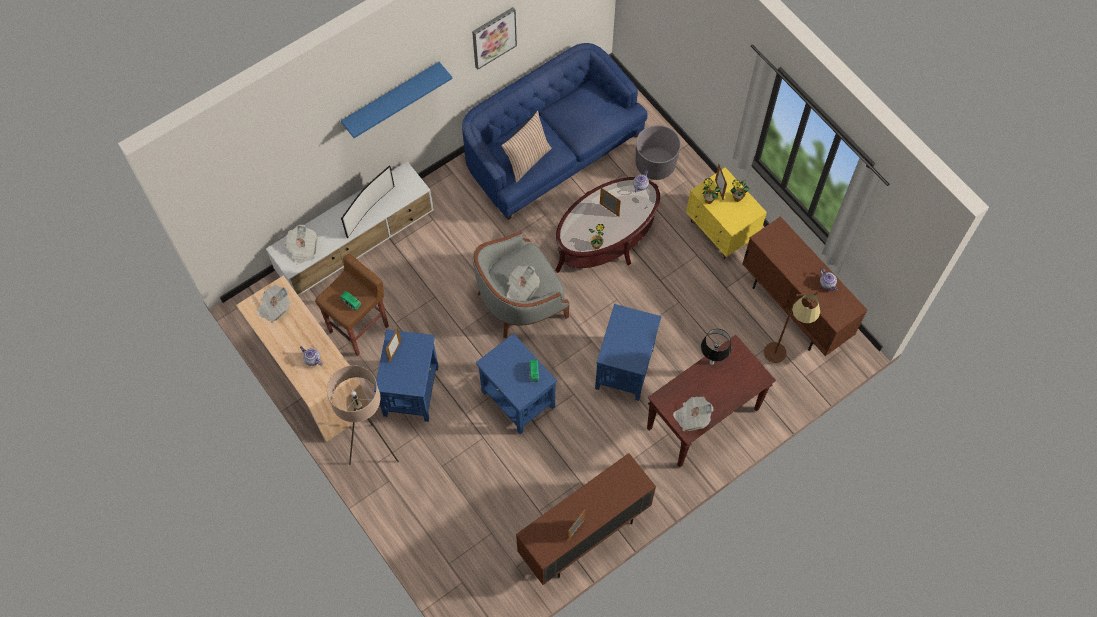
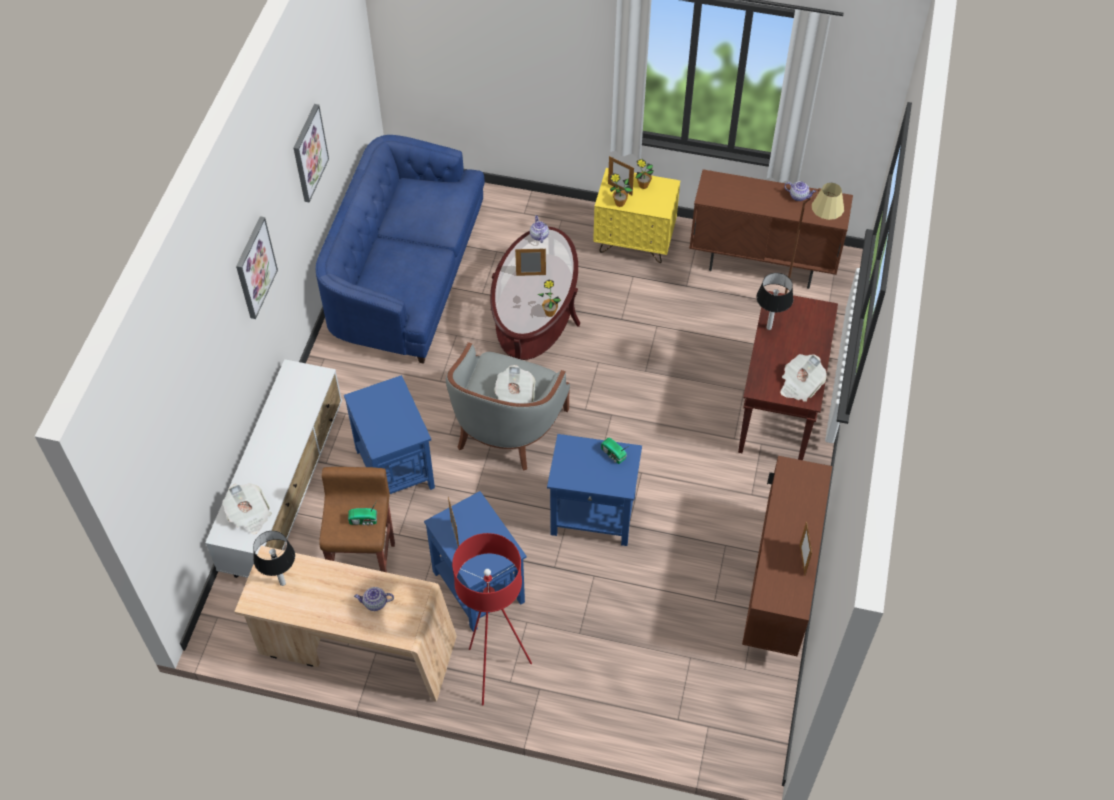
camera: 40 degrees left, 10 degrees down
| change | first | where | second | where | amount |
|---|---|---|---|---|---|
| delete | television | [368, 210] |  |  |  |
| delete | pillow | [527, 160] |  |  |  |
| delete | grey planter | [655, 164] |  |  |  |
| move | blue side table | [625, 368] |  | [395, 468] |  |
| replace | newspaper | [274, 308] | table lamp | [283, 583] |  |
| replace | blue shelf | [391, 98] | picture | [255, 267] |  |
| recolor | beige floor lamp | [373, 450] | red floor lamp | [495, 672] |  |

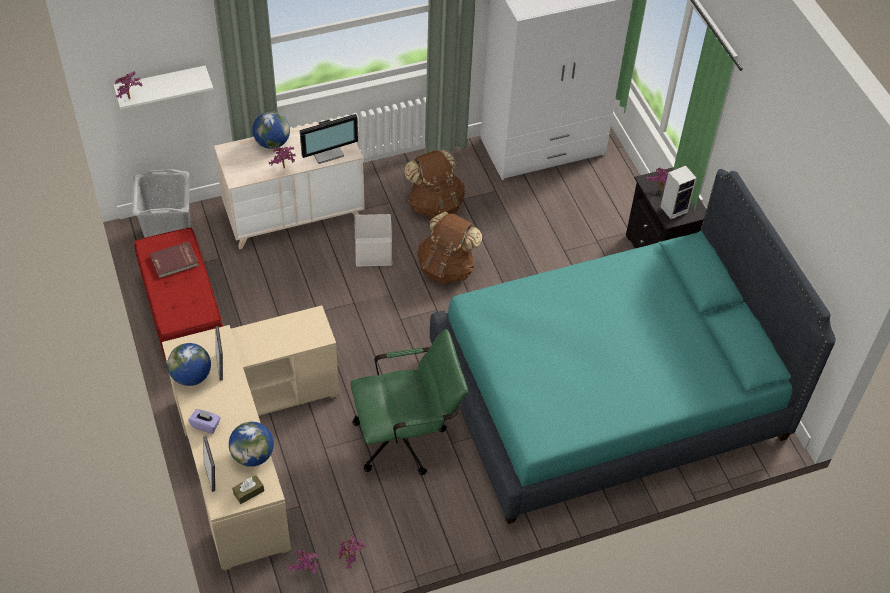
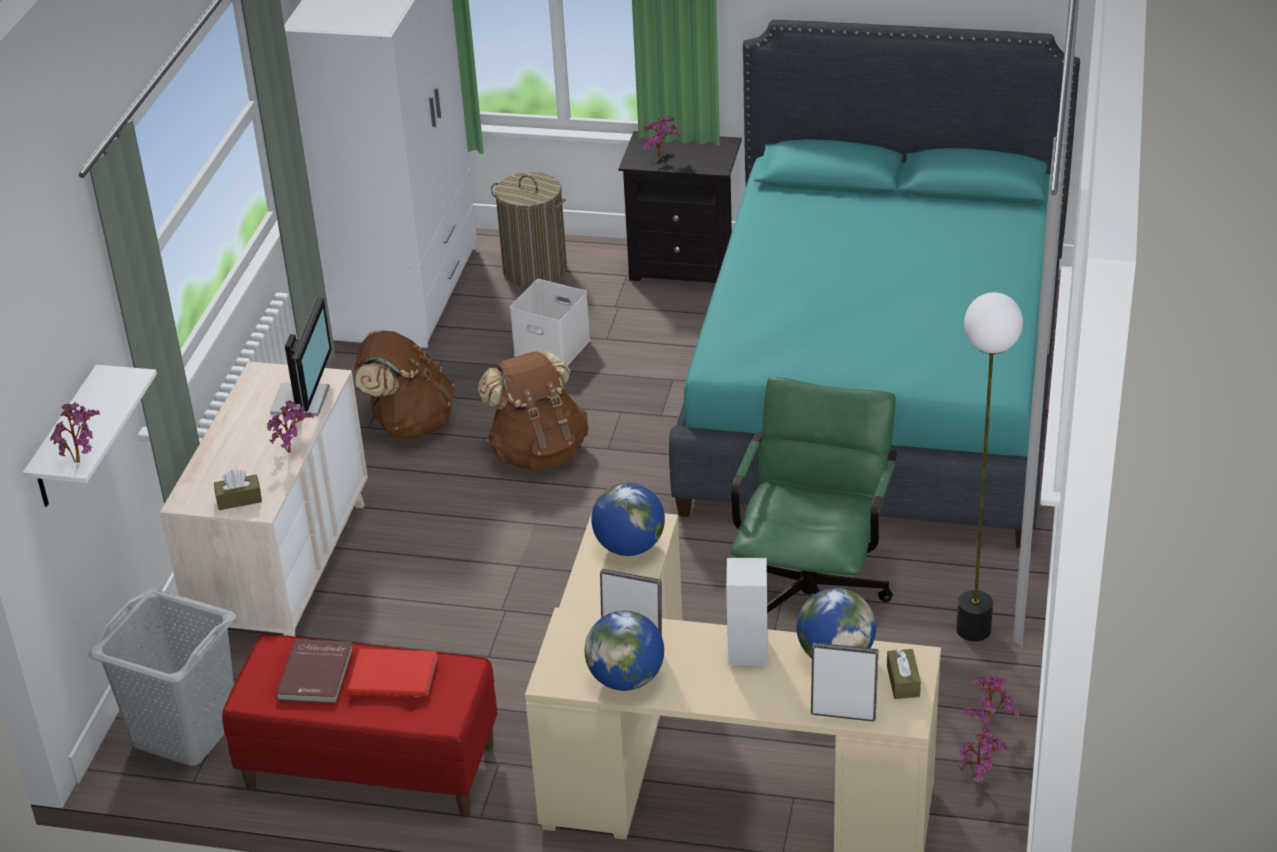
camera: 55 degrees left, 15 degrees down
| change | first | where | second | where | amount |
|---|---|---|---|---|---|
| delete | purple tissue box | [206, 425] |  |  |  |
| insert |  |  | brown tissue box | [239, 499] |  |
| insert |  |  | red book | [394, 676] |  |
| insert |  |  | laundry basket | [534, 270] |  |
| insert |  |  | floor lamp | [974, 629] |  |
| move | globe | [272, 143] |  | [629, 547] |  |
| move | white storage box | [374, 252] |  | [554, 347] |  |
| move | speaker | [674, 209] |  | [747, 649] |  |

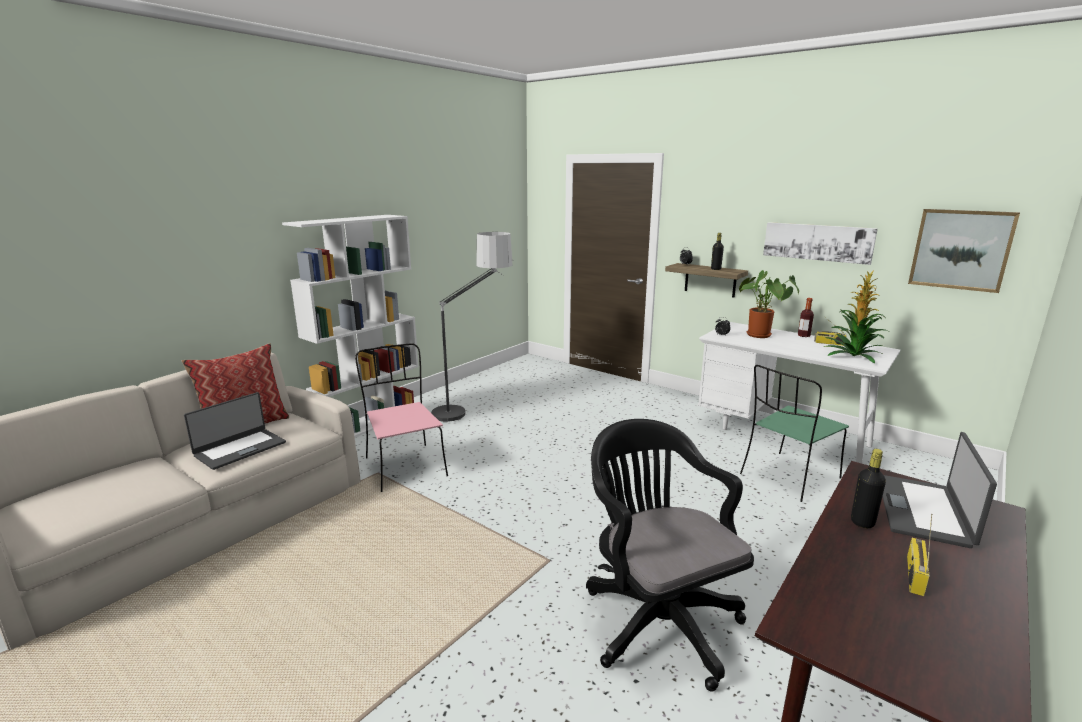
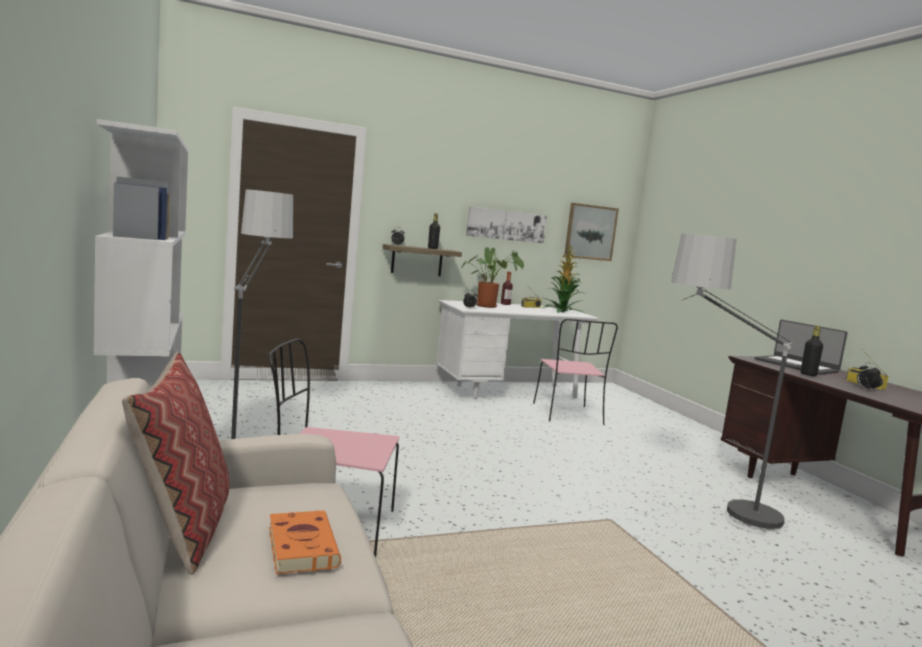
camera: 60 degrees left, 10 degrees down
| change | first | where | second | where | amount |
|---|---|---|---|---|---|
| insert |  |  | alarm clock | [865, 389] |  |
| replace | laptop | [240, 449] | orange book | [301, 545] |  |
| replace | black office chair | [656, 618] | floor lamp | [711, 513] |  |
| recolor | green chair | [788, 477] | pink chair | [568, 414] |  |

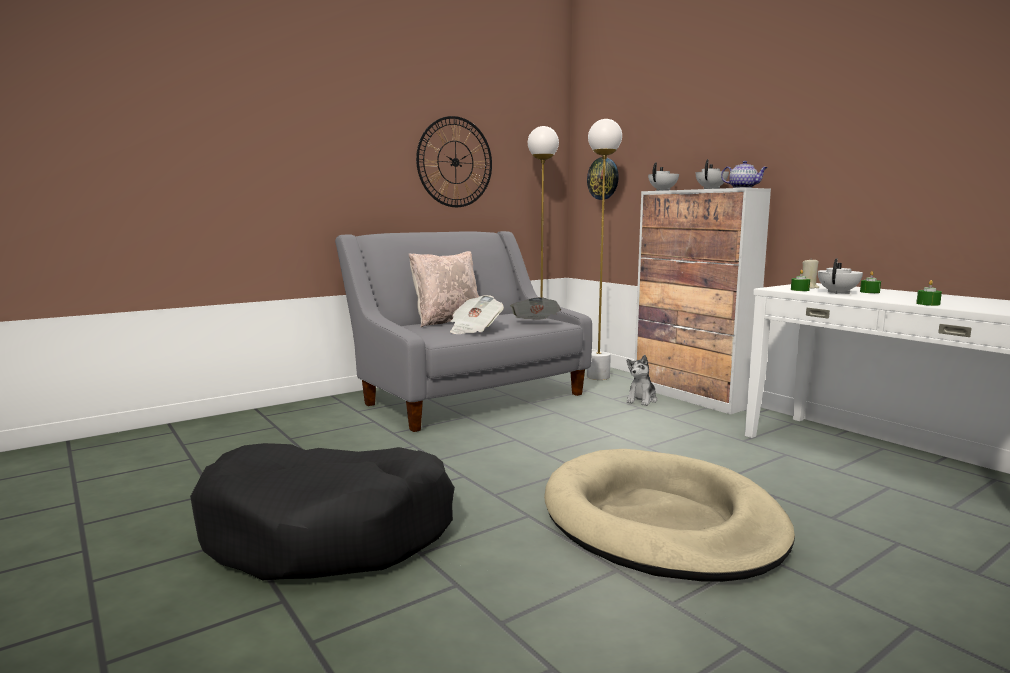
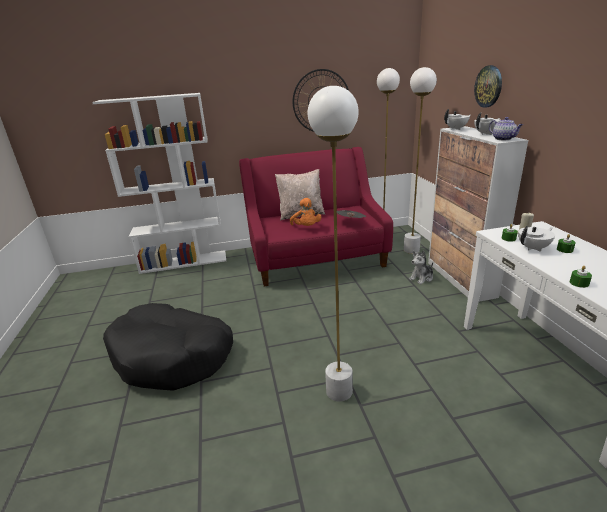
camera: 25 degrees right, 15 degrees up
| change | first | where | second | where | amount |
|---|---|---|---|---|---|
| insert |  |  | white bookcase | [184, 262] |  |
| move | wall clock | [603, 178] |  | [488, 86] |  |
| replace | newspaper | [474, 330] | orange plush toy | [306, 227] |  |
| replace | beige dog bed | [661, 521] | white floor lamp | [339, 392] |  |
| recolor | grey sofa | [468, 396] | red sofa | [316, 258] |  |

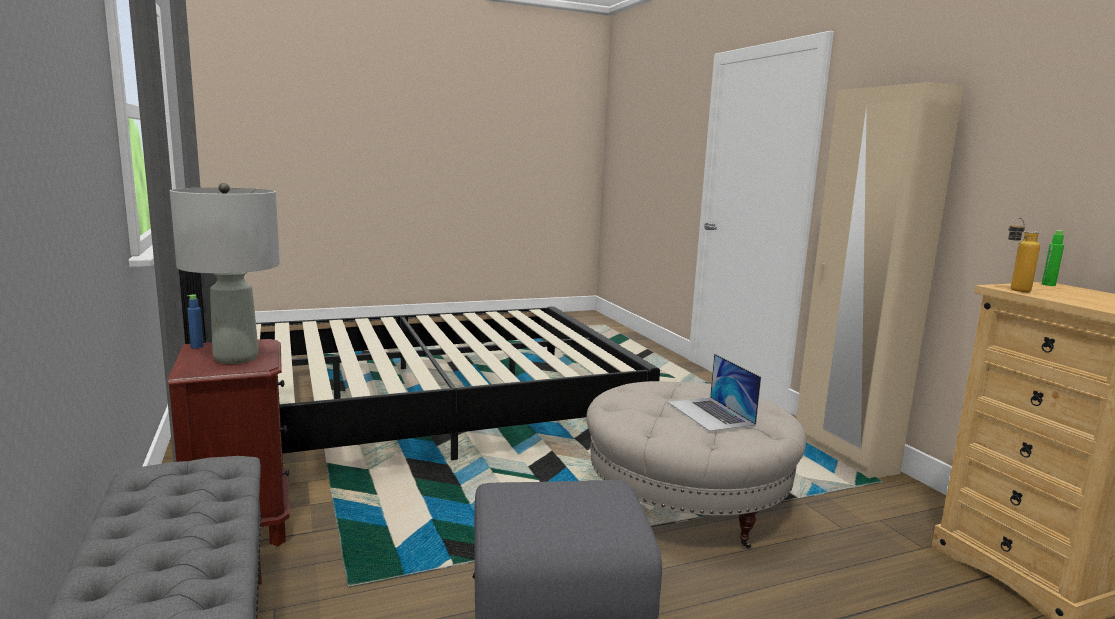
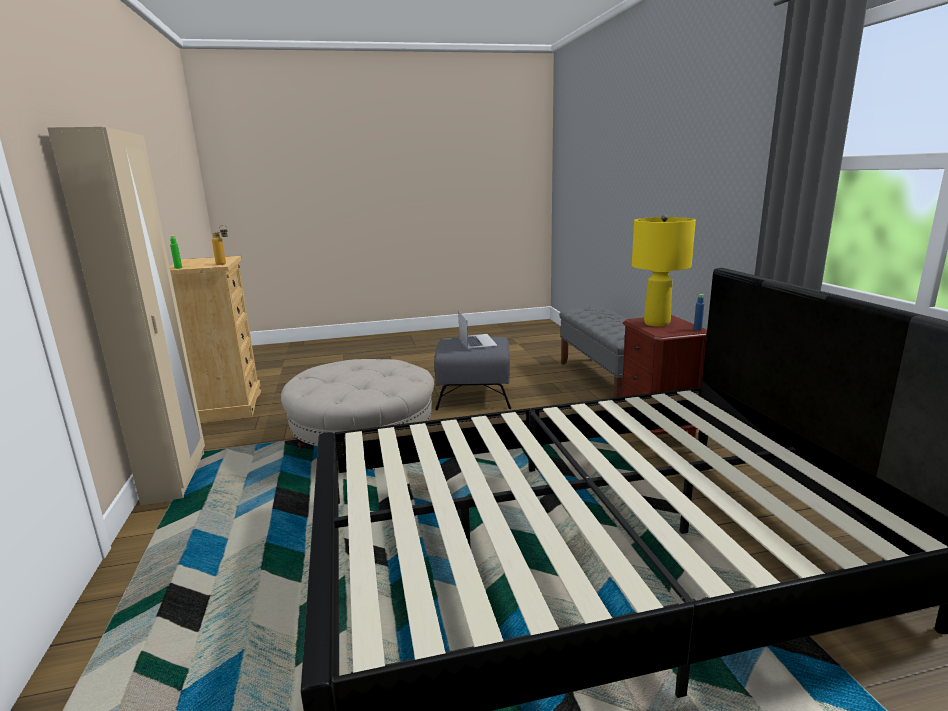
camera: 170 degrees left, 5 degrees up
| change | first | where | second | where | amount |
|---|---|---|---|---|---|
| move | laptop | [710, 413] |  | [477, 341] |  |
| recolor | grey table lamp | [235, 358] | yellow table lamp | [657, 323] |  |

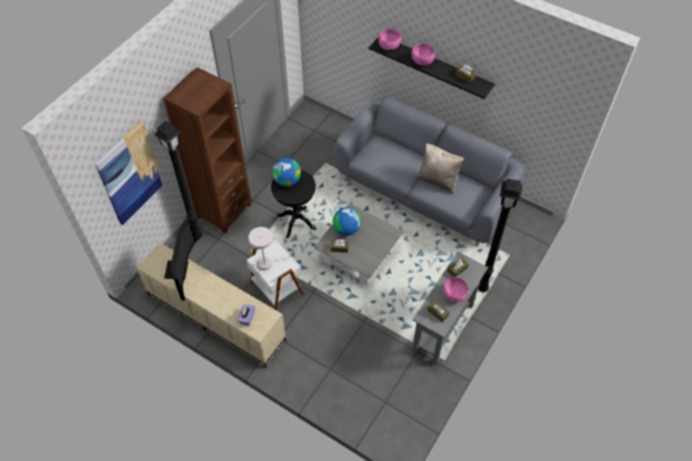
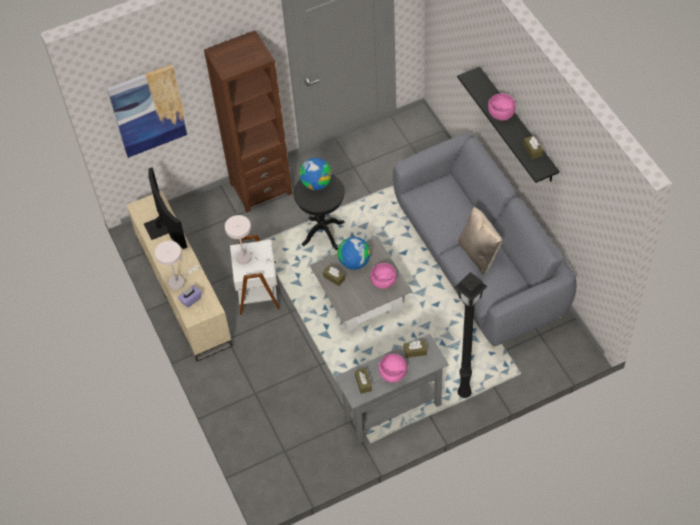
camera: 35 degrees right, 0 degrees up
| change | first | where | second | where | amount |
|---|---|---|---|---|---|
| delete | black floor lamp | [197, 235] |  |  |  |
| insert |  |  | white table lamp | [179, 281] |  |
| move | pink bowl | [389, 46] |  | [383, 282] |  |
| rotate | television | [180, 270] |  | [162, 226] | 60 degrees counterclockwise |

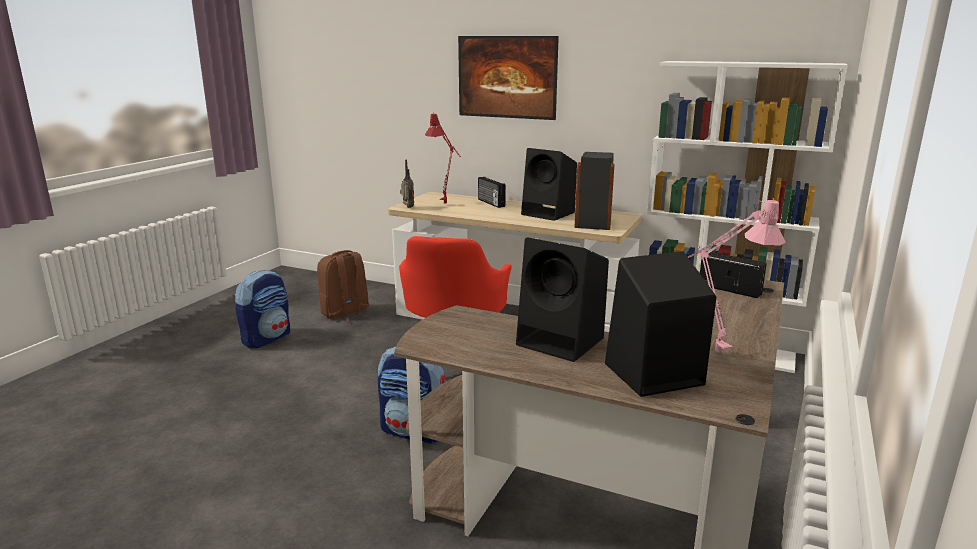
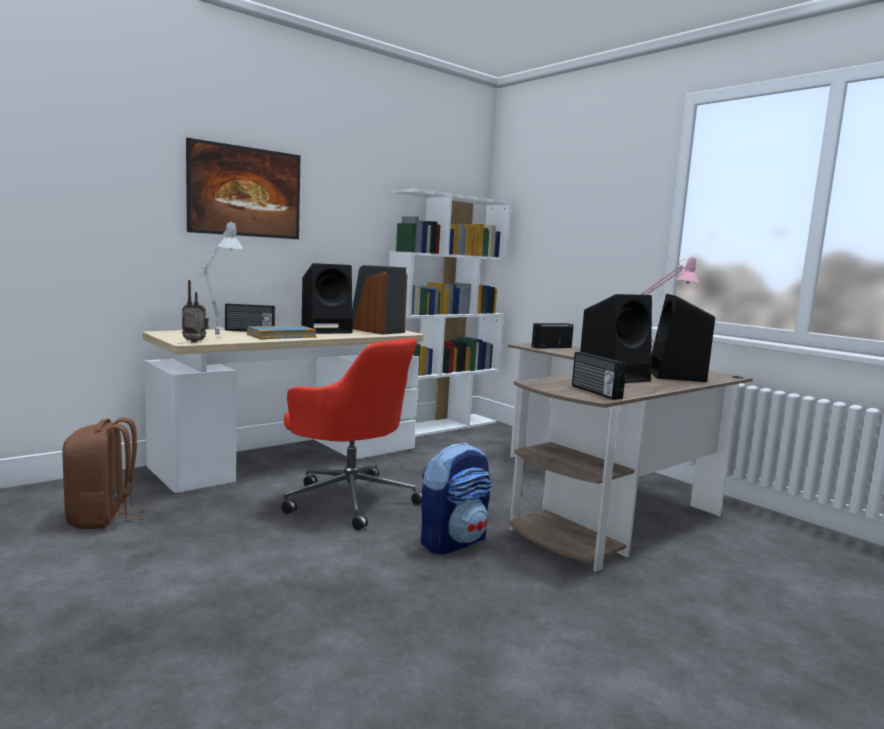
camera: 65 degrees left, 10 degrees down
| change | first | where | second | where | amount |
|---|---|---|---|---|---|
| delete | backpack | [267, 338] |  |  |  |
| insert |  |  | book | [281, 335] |  |
| insert |  |  | radio | [595, 392] |  |
| recolor | red table lamp | [447, 203] | grey table lamp | [214, 335] |  |

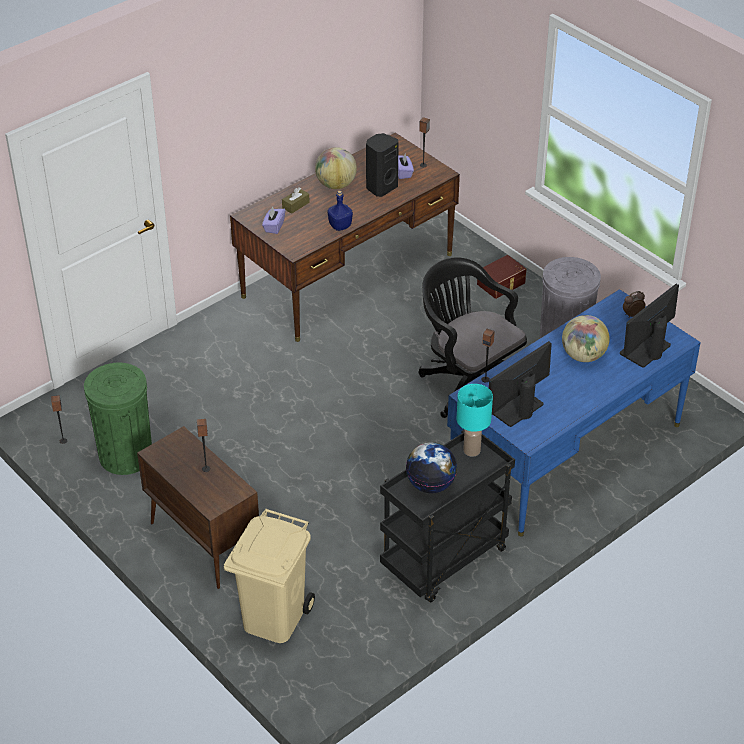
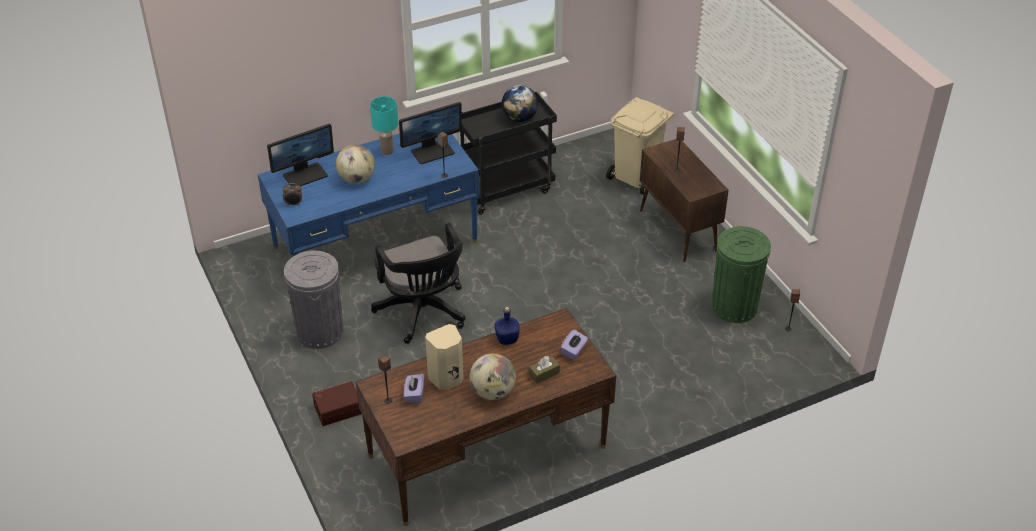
camera: 165 degrees left, 0 degrees up
| change | first | where | second | where | amount |
|---|---|---|---|---|---|
| move | turquoise table lamp | [472, 450] |  | [386, 151] |  |
| recolor | black speaker | [380, 187] | beige speaker | [446, 379] |  |

